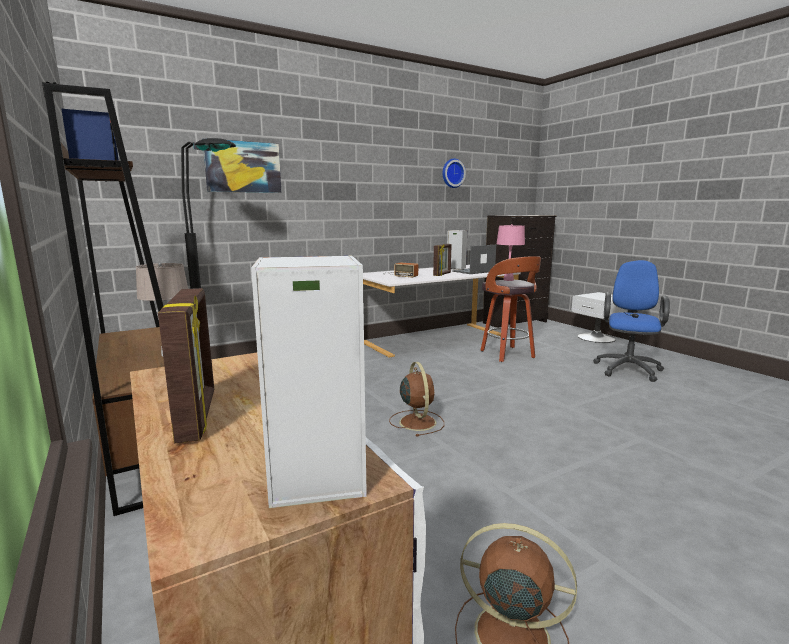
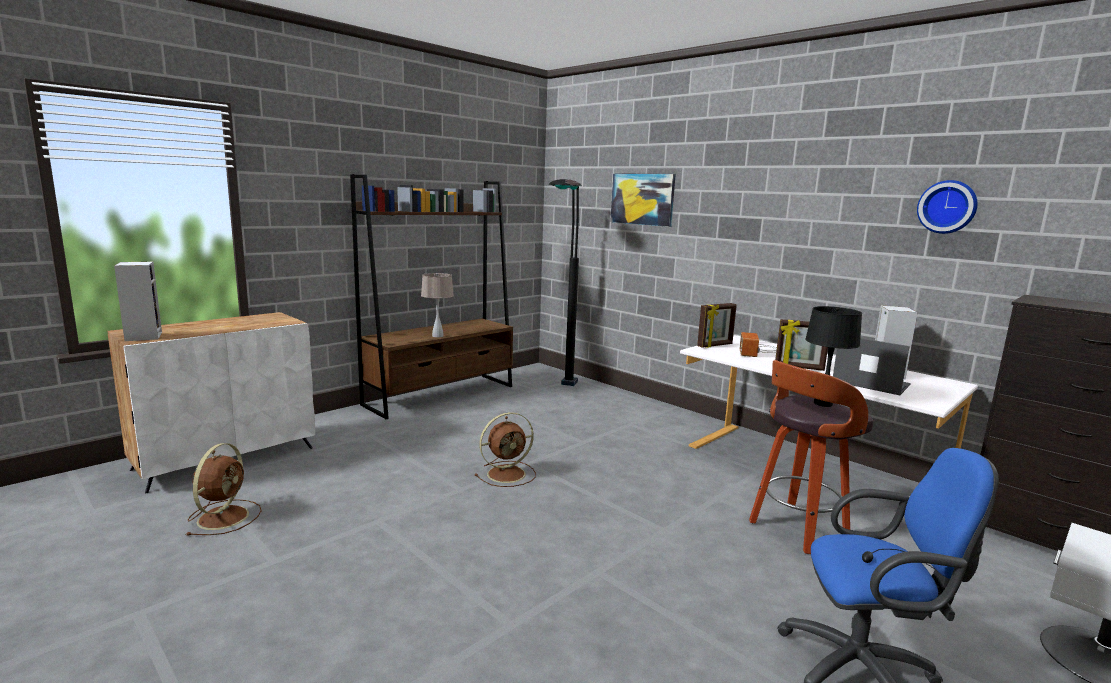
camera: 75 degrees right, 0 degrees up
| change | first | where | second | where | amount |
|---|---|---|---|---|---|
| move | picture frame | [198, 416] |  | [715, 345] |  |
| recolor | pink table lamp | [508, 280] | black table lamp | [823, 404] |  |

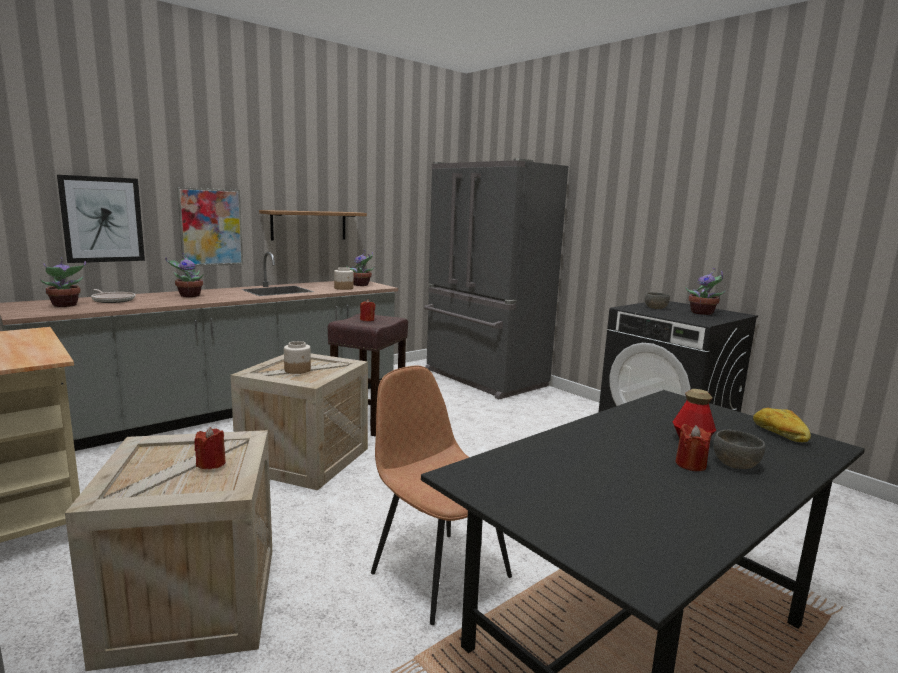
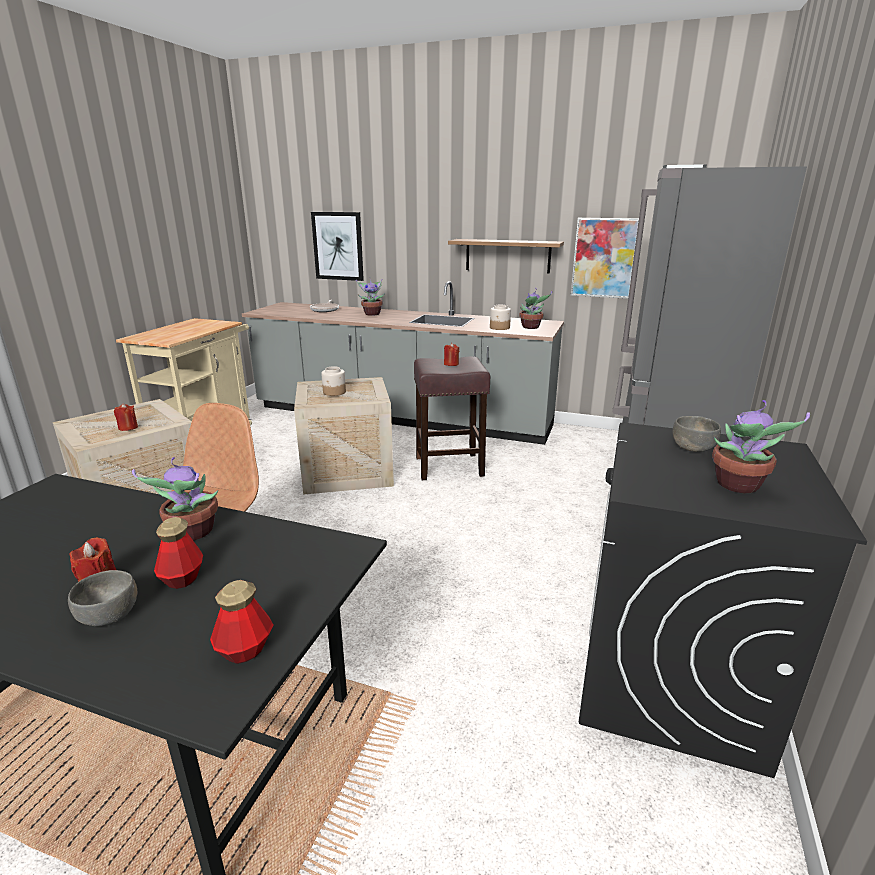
camera: 60 degrees right, 10 degrees up
| change | first | where | second | where | amount |
|---|---|---|---|---|---|
| move | potted plant | [65, 305] |  | [192, 533] |  |
| move | picture | [211, 227] |  | [604, 258] |  |
| replace | bread | [779, 434] | bottle | [245, 650] |  |

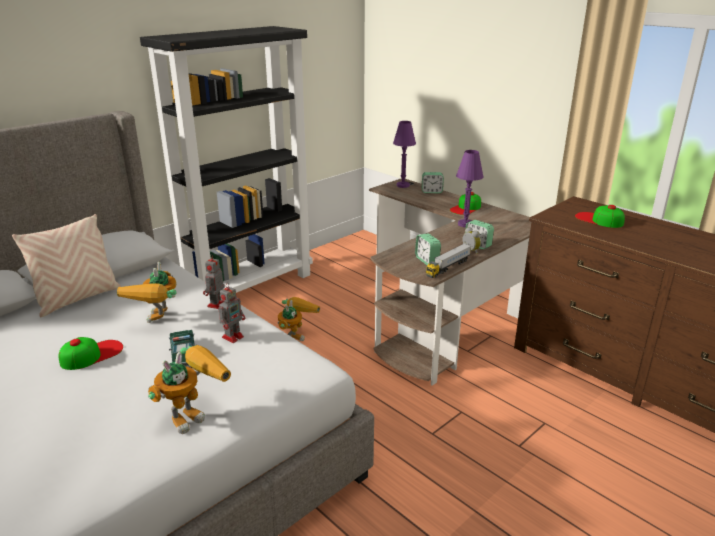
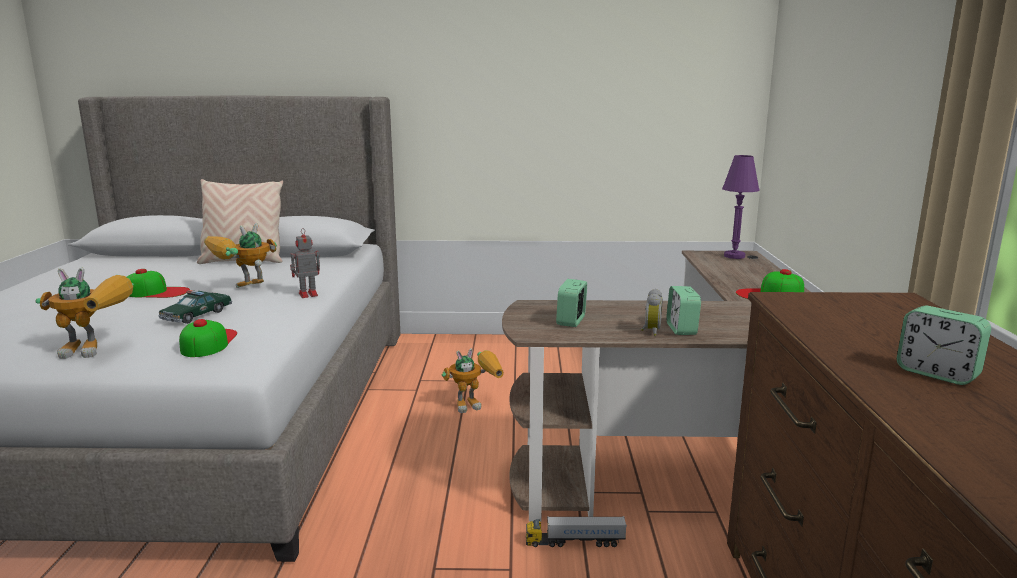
camera: 45 degrees right, 10 degrees down
| change | first | where | second | where | amount |
|---|---|---|---|---|---|
| delete | black bookcase | [250, 287] |  |  |  |
| delete | toy robot | [233, 336] |  |  |  |
| delete | purple table lamp | [465, 224] |  |  |  |
| move | alarm clock | [432, 192] |  | [937, 374] |  |
| move | toy truck | [448, 267] |  | [575, 542] |  |
| move | cap | [599, 220] |  | [208, 342] |  |

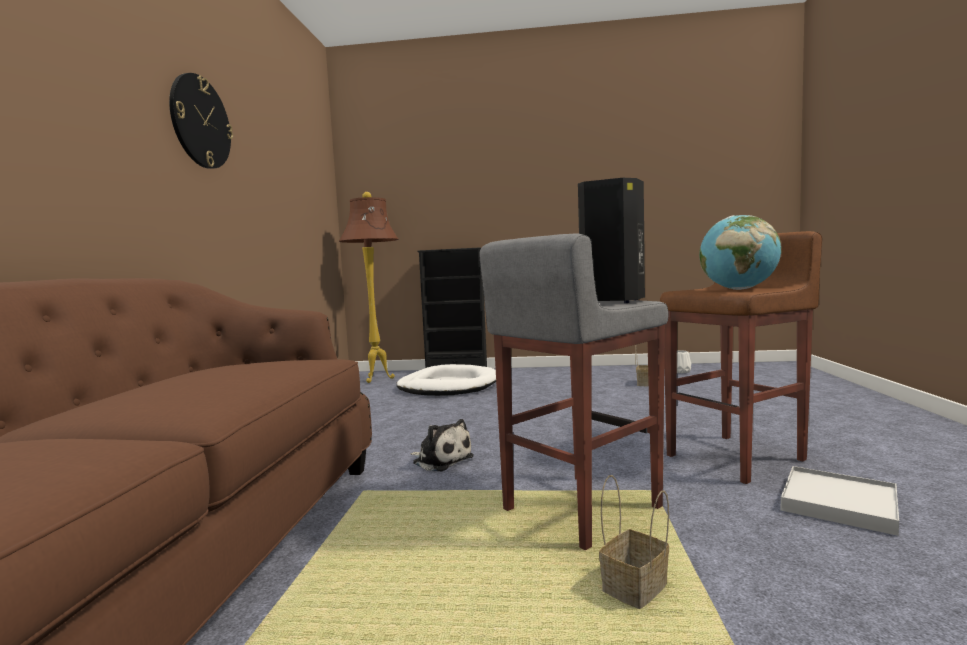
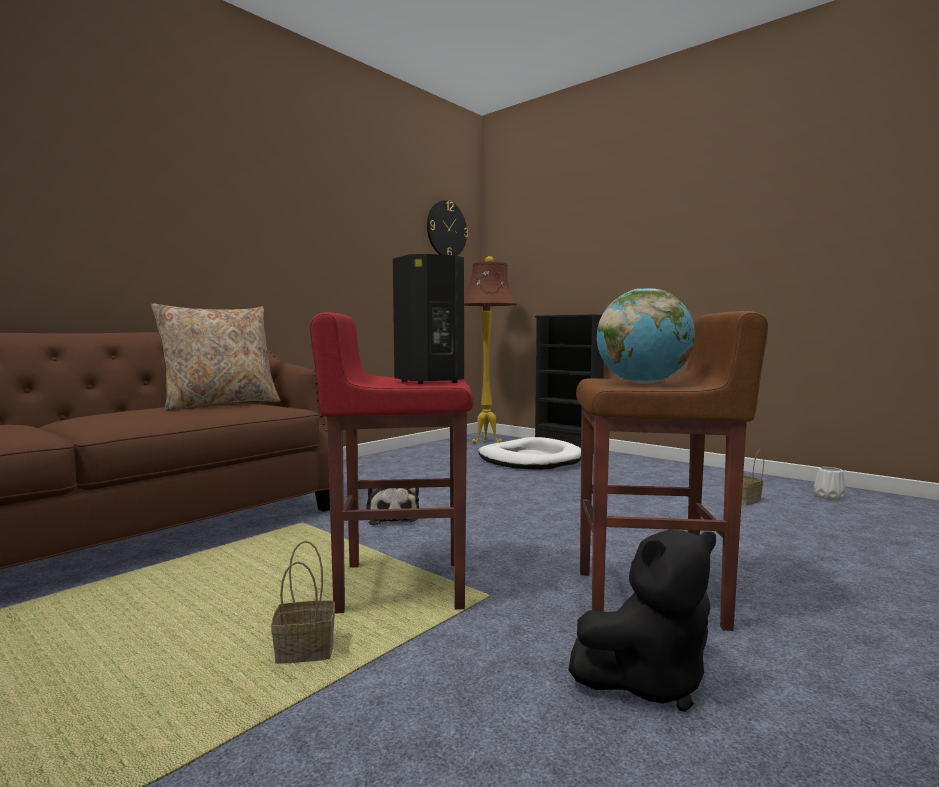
camera: 35 degrees right, 0 degrees up
| change | first | where | second | where | amount |
|---|---|---|---|---|---|
| insert |  |  | beige pillow | [220, 404] |  |
| move | wall clock | [200, 122] |  | [446, 229] |  |
| replace | white tray | [839, 503] | black plush toy | [648, 681] |  |
| recolor | grey stool | [579, 509] | red stool | [399, 585] |  |

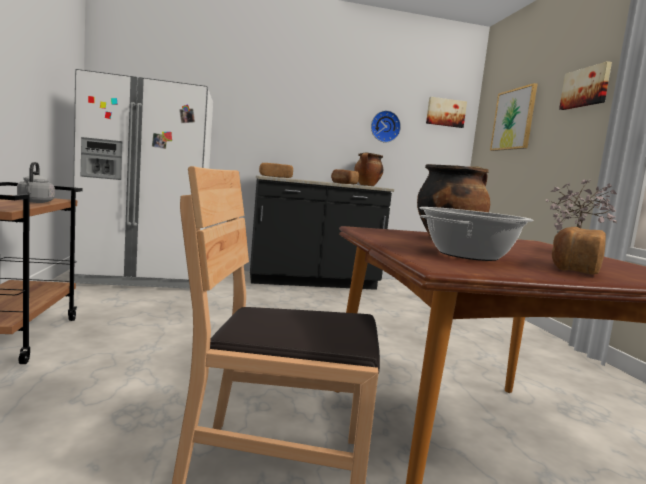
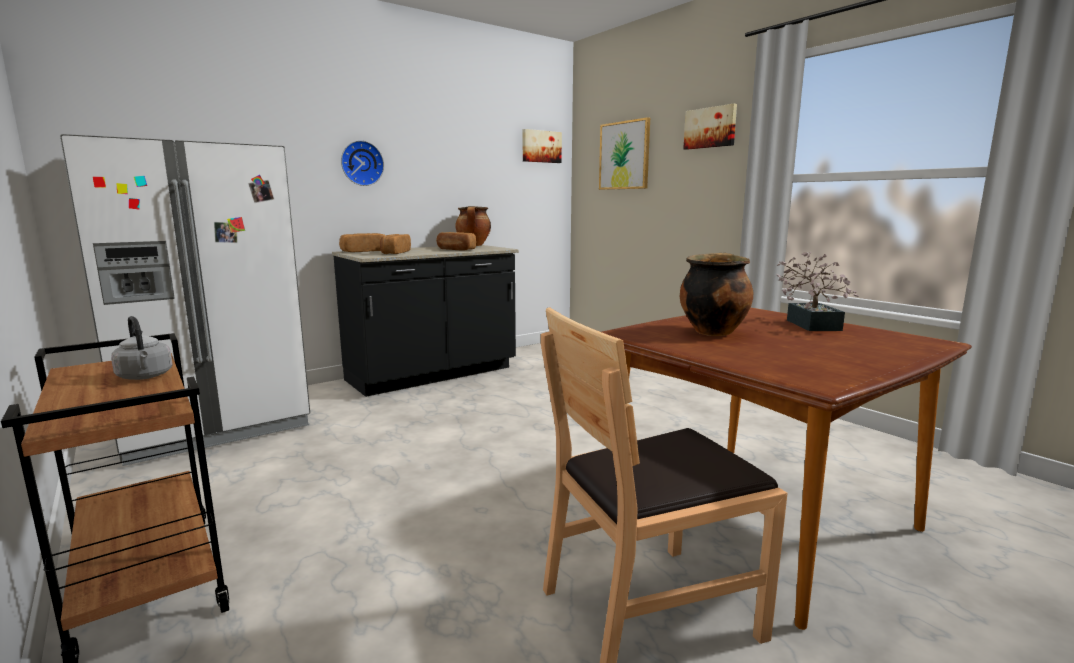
camera: 25 degrees left, 5 degrees up
| change | first | where | second | where | amount |
|---|---|---|---|---|---|
| delete | cooking pot | [468, 255] |  |  |  |
| move | wall clock | [385, 126] |  | [361, 163] |  |
| move | bread | [574, 268] |  | [395, 253] |  |

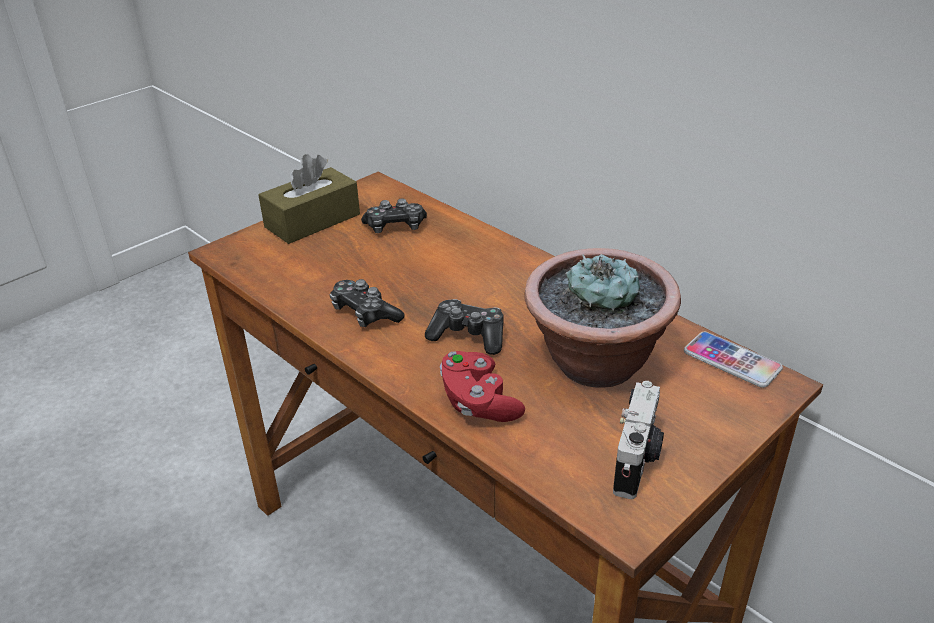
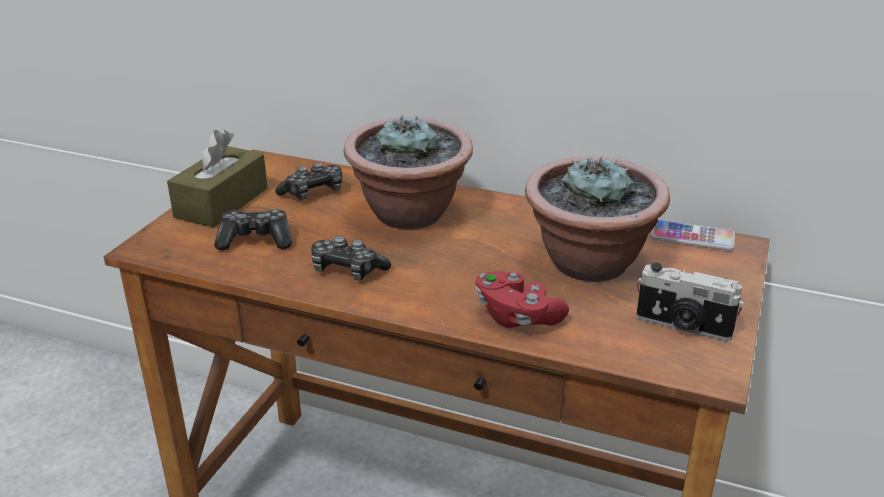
camera: 25 degrees left, 5 degrees down
| change | first | where | second | where | amount |
|---|---|---|---|---|---|
| insert |  |  | potted plant | [410, 214] |  |
| move | game controller | [468, 336] |  | [255, 240] |  |
| rotate | photo camera | [637, 461] |  | [683, 326] | 120 degrees clockwise |

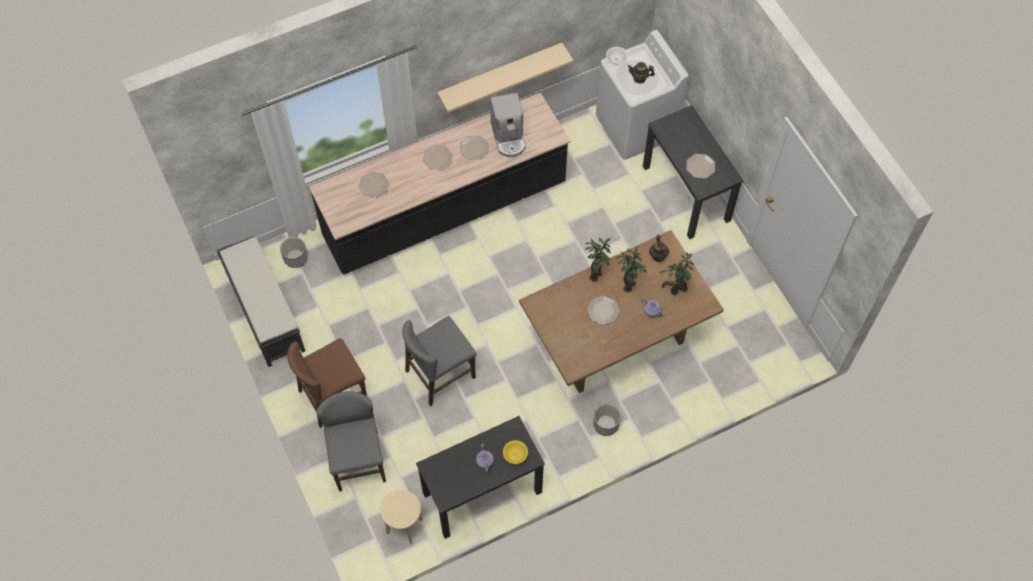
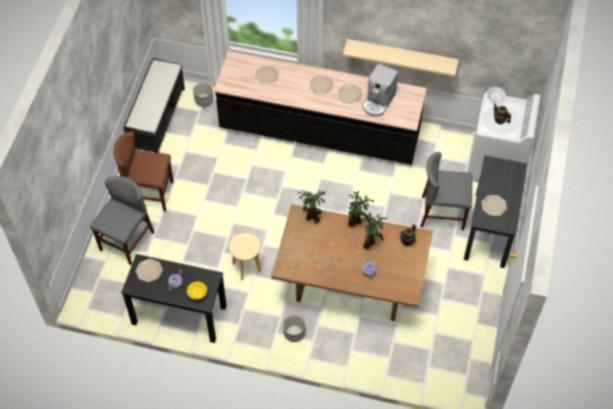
camera: 40 degrees right, 5 degrees down
| change | first | where | second | where | amount |
|---|---|---|---|---|---|
| move | beige stool | [404, 526] |  | [246, 267] |  |
| move | grey chair | [440, 374] |  | [442, 213] |  |
| move | plate | [603, 310] |  | [149, 270] |  |
| move | potted plant | [676, 289] |  | [311, 218] |  |

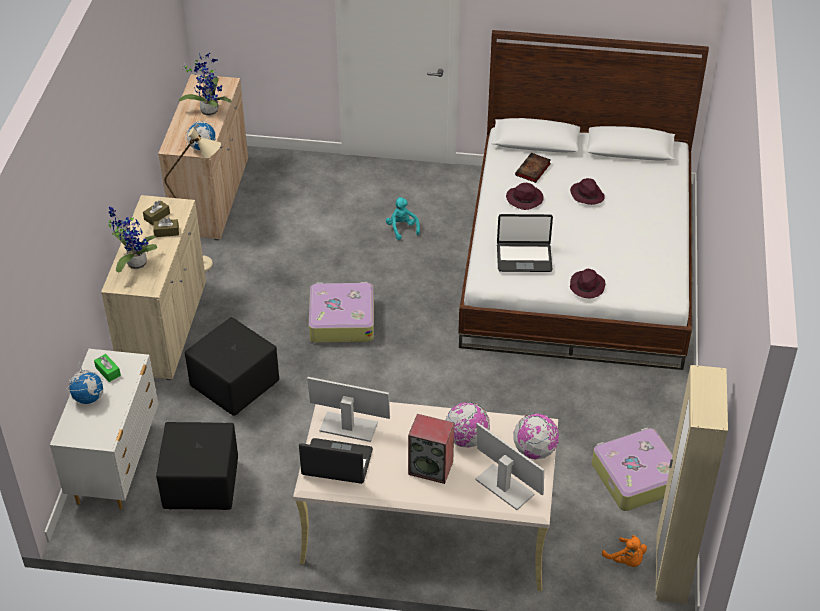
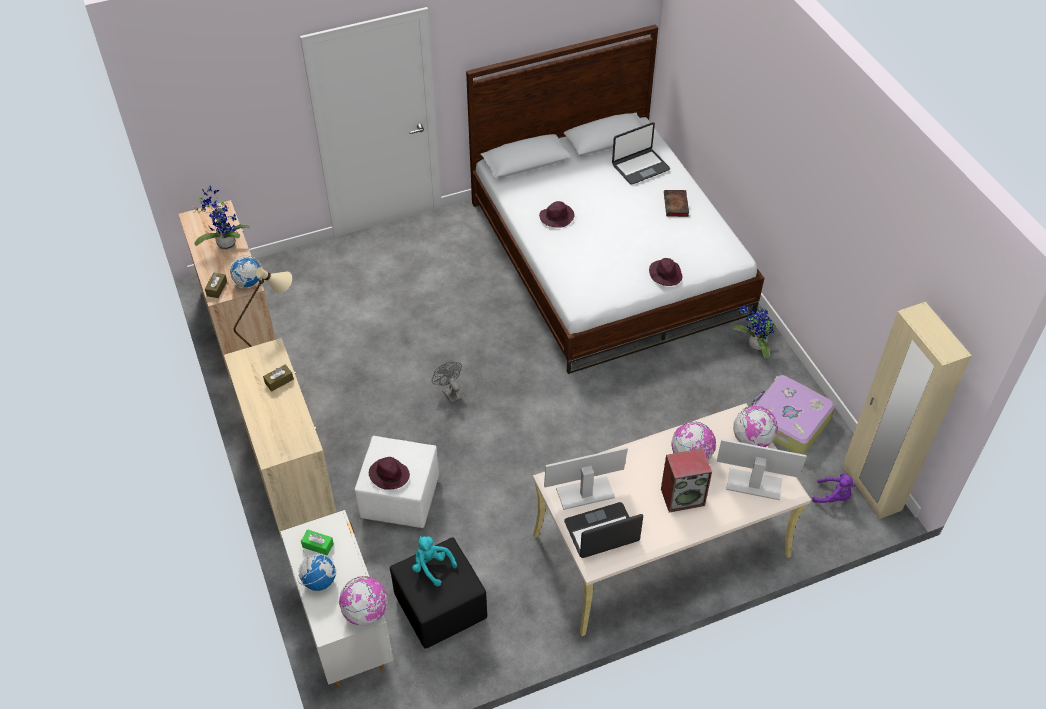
camera: 30 degrees left, 5 degrees up
| change | first | where | second | where | amount |
|---|---|---|---|---|---|
| insert |  |  | globe | [366, 612] |  |
| move | potted plant | [134, 263] |  | [754, 346] |  |
| move | brown tissue box | [157, 216] |  | [217, 288] |  |
| move | turquoise plush toy | [402, 228] |  | [431, 567] |  |
| move | laptop | [524, 257] |  | [640, 167] |  |
| move | book | [533, 170] |  | [676, 206] |  |
| move | purple hat | [586, 195] |  | [388, 475] |  |
| replace | suitcase | [341, 320] | grey fan | [449, 393] |  |
| recolor | black ottoman | [234, 386] | white ottoman | [399, 499] |  |
| recolor | orange plush toy | [626, 560] | purple plush toy | [833, 497] |  |

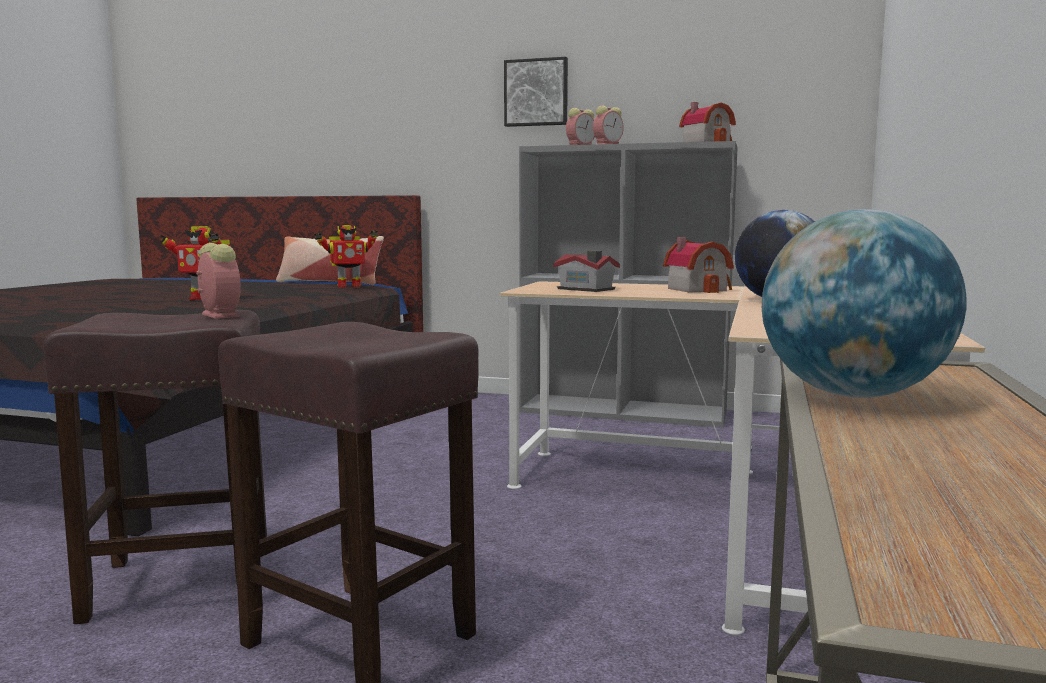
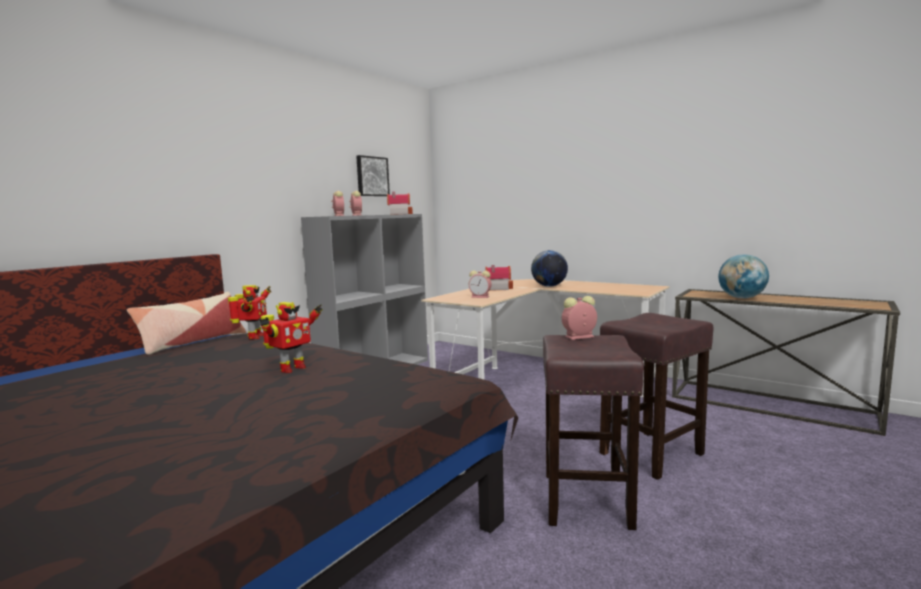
camera: 70 degrees left, 0 degrees up
| change | first | where | second | where | amount |
|---|---|---|---|---|---|
| move | picture | [536, 93] |  | [372, 176] |  |
| replace | toy house | [586, 289] | alarm clock | [481, 297] |  |

